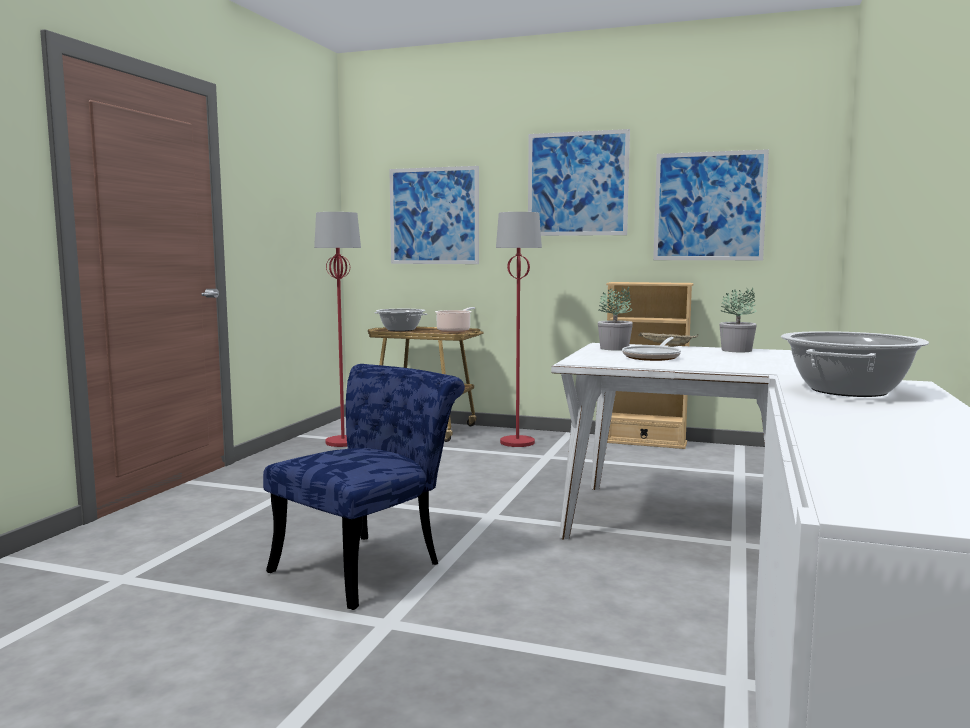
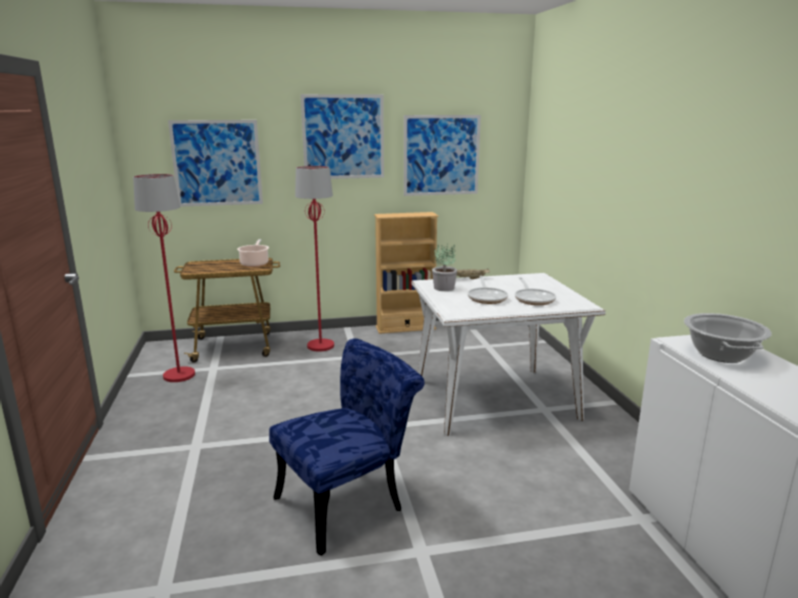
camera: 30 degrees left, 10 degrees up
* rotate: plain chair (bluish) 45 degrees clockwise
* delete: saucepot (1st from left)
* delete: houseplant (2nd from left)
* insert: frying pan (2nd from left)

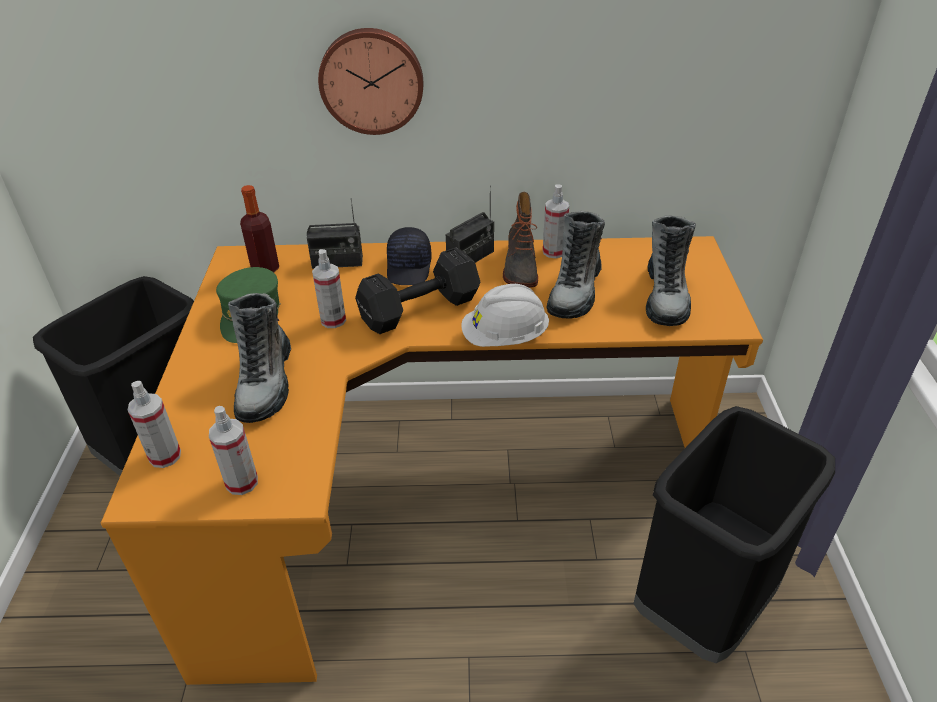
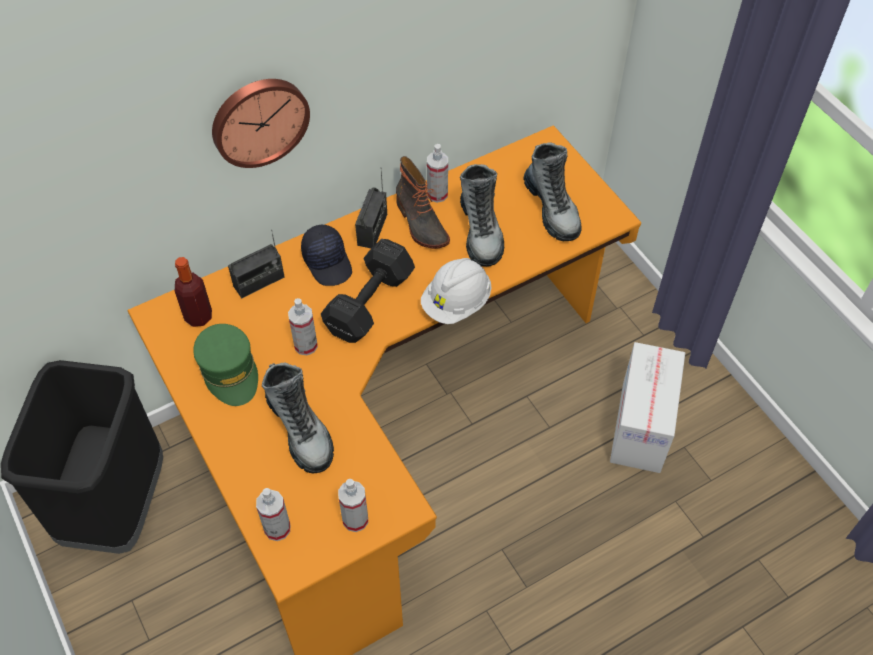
camera: 30 degrees left, 15 degrees up
* replace: waste bin (black) (2nd from left) to carton

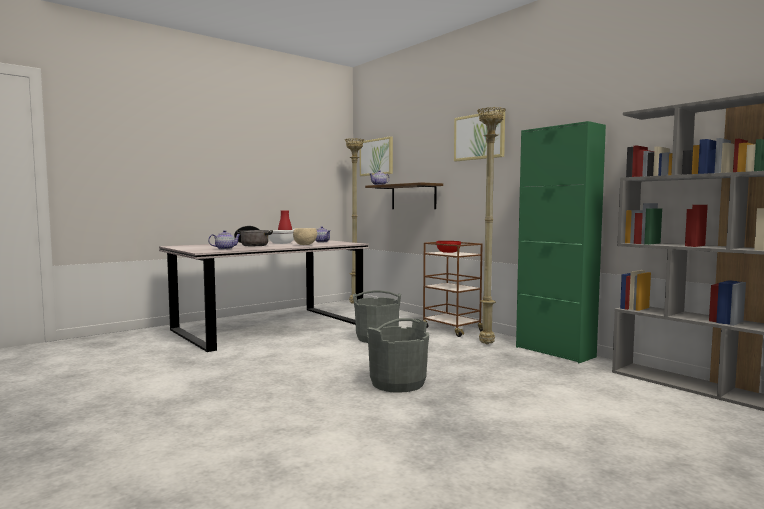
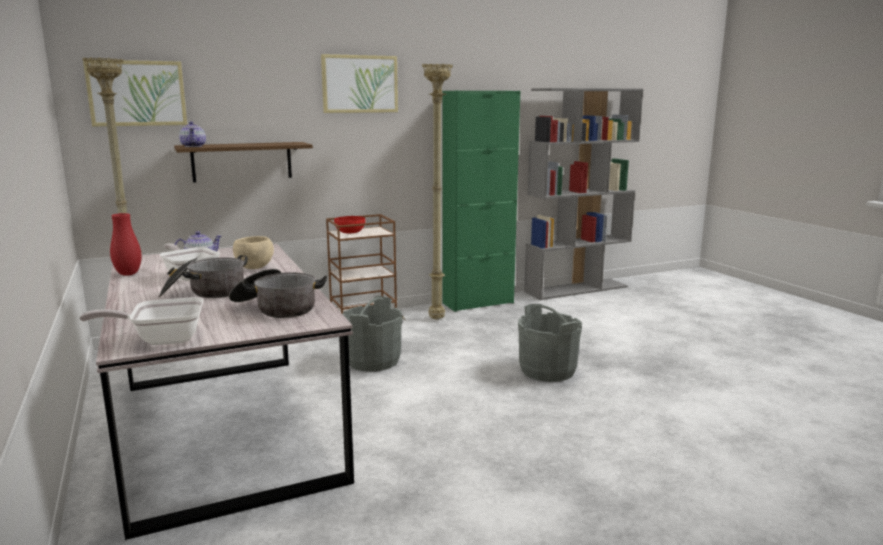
camera: 75 degrees left, 10 degrees up
* replace: tea pot (1st from left) to saucepot (2nd from left)
* insert: frying pan (1st from left)

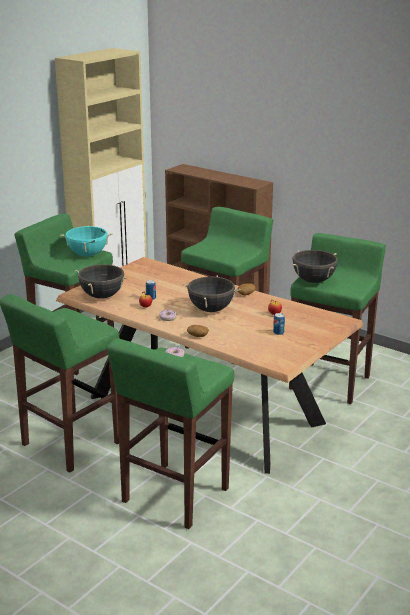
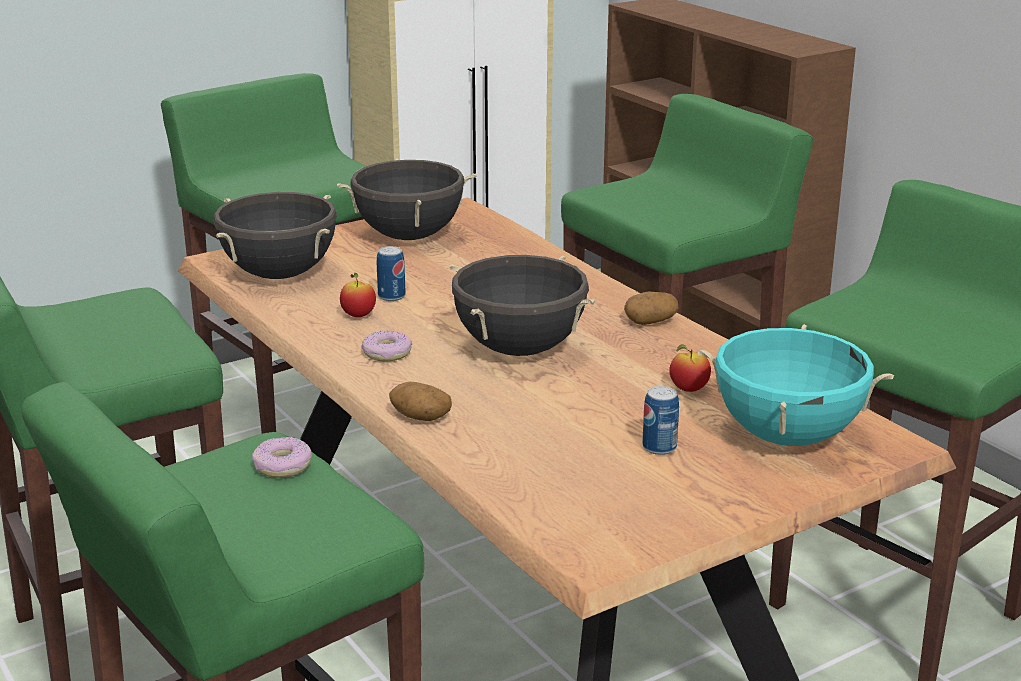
camera: 20 degrees right, 0 degrees up
* move: saucepot (turquoise)
* move: saucepot (black) (3rd from left in the first image) to saucepot (black) (2nd from left)

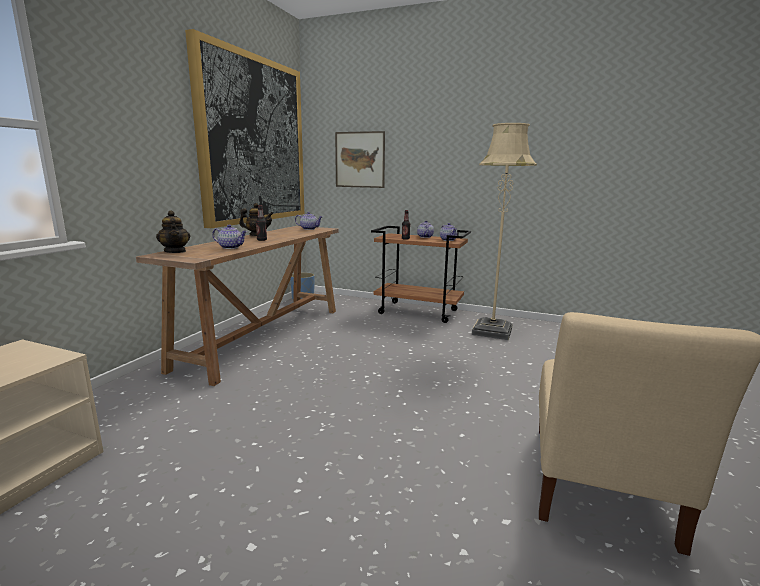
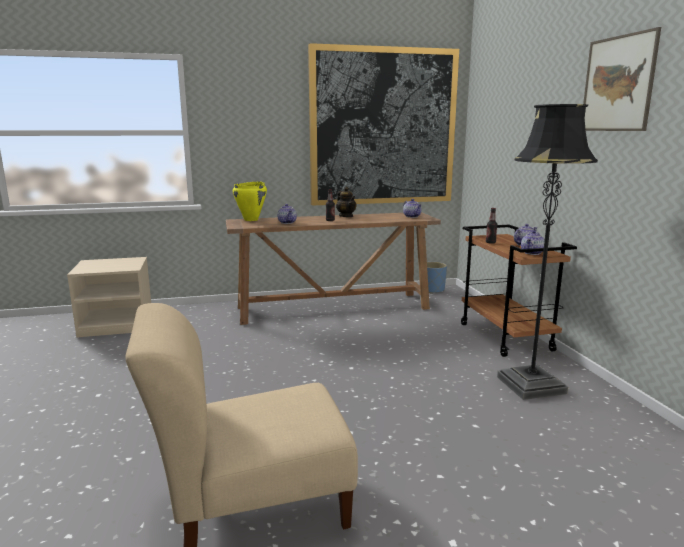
camera: 55 degrees right, 0 degrees up
* replace: tea pot (1st from left) to saucepot (yellow-coloured)
* move: wall picture (2nd from left)
* recolor: floor lamp (sand-coloured) to floor lamp (black)

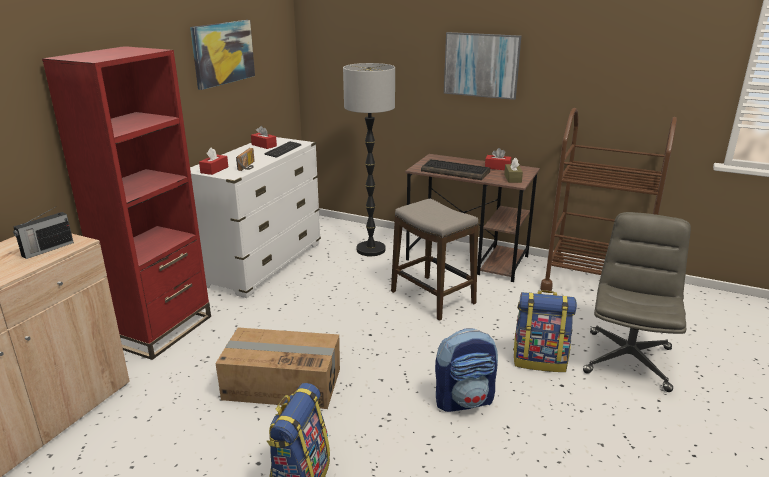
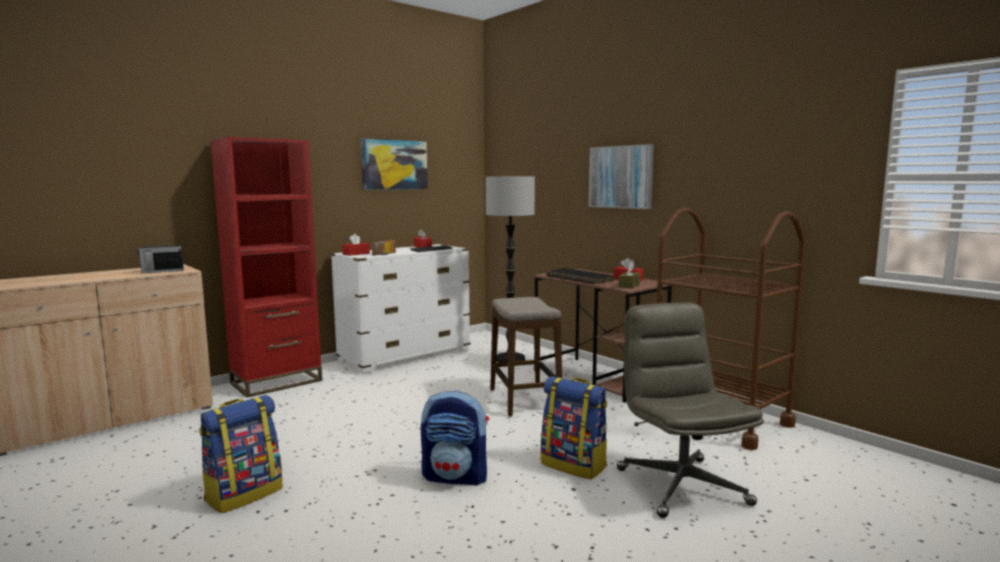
camera: 25 degrees right, 15 degrees down
* delete: carton
* rotate: office chair (gray) 60 degrees counterclockwise

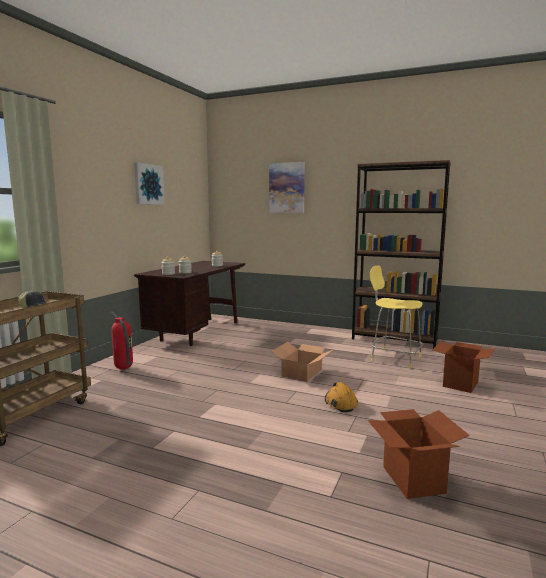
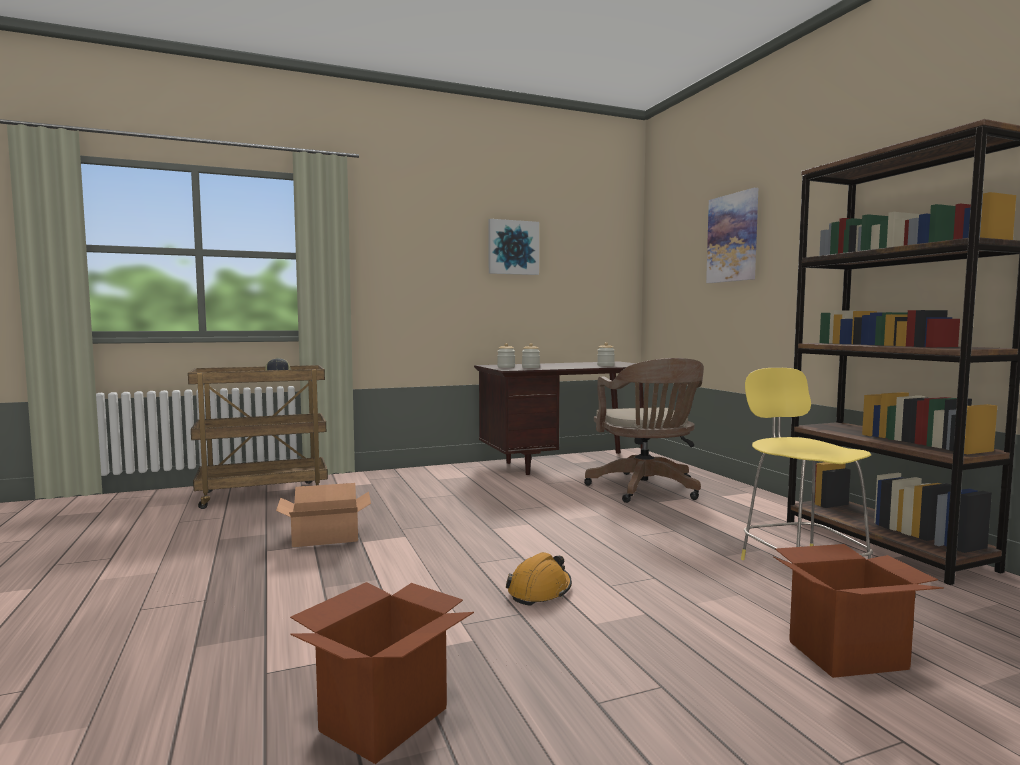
camera: 45 degrees right, 5 degrees down
* delete: fire-fighting cylinder
* move: carton (1st from left)
* insert: office chair (brownish)

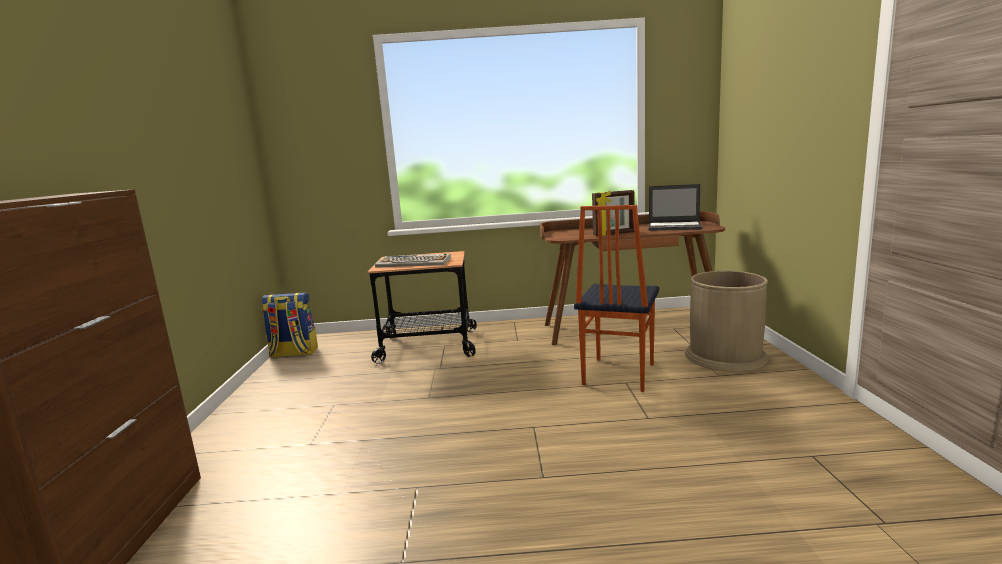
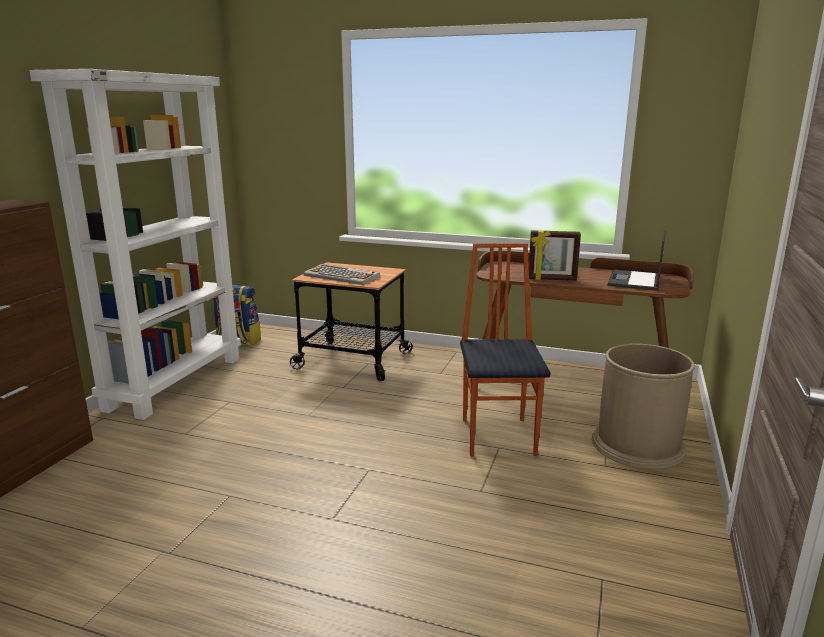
camera: 20 degrees right, 5 degrees up
* rotate: plain chair 135 degrees clockwise
* rotate: laptop 75 degrees clockwise
* insert: bookcase (white)

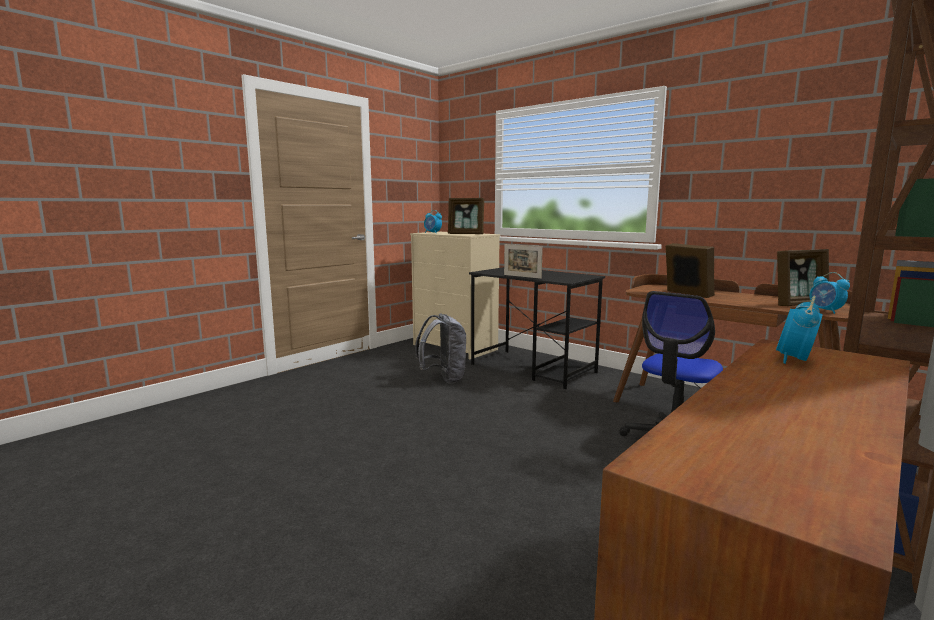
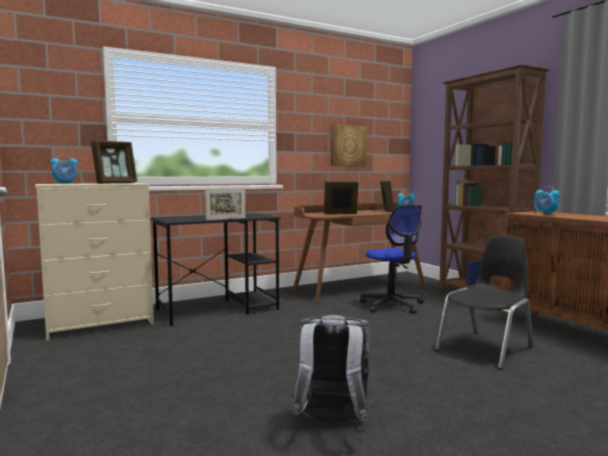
camera: 70 degrees left, 5 degrees down
* move: backpack (gray)
* insert: wall picture
* insert: plain chair (black)

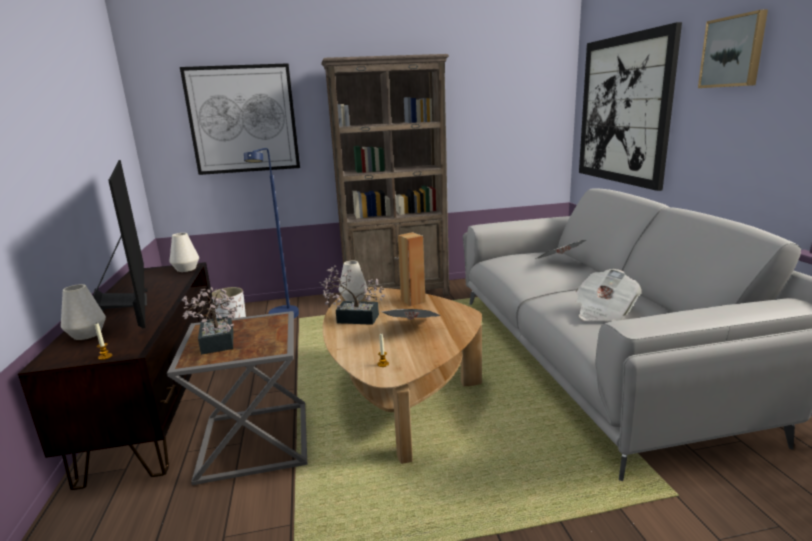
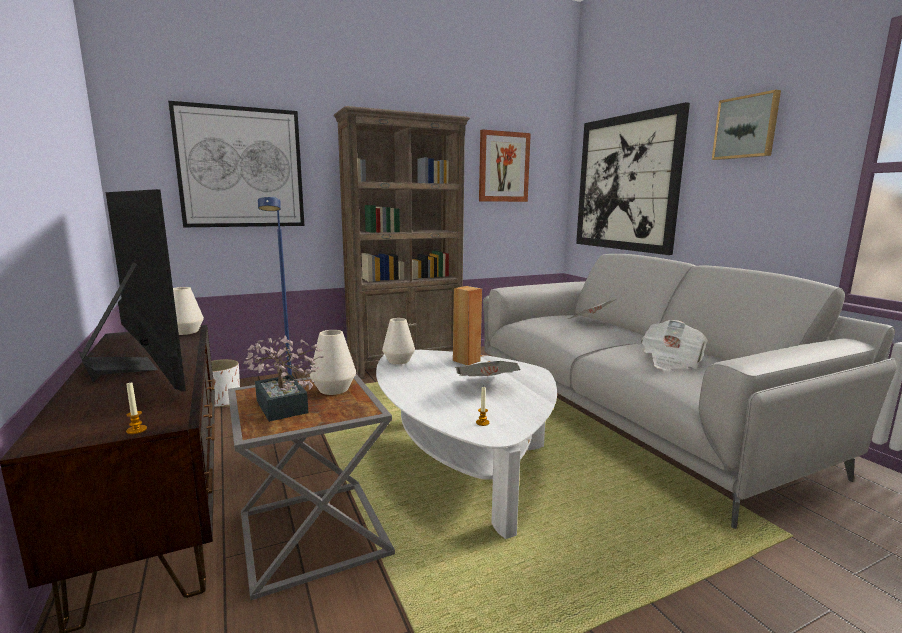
camera: 15 degrees left, 5 degrees down
* move: vase (white) (1st from left in the first image) to vase (white) (2nd from left)
* delete: houseplant (2nd from left)
* recolor: low table (brownish) to low table (white)
* insert: wall picture (2nd from left)

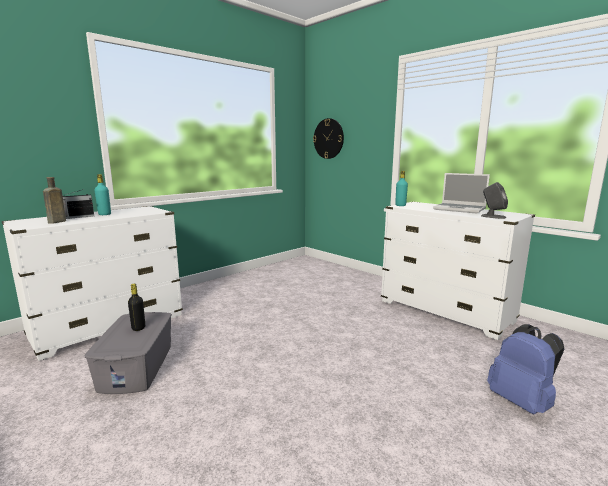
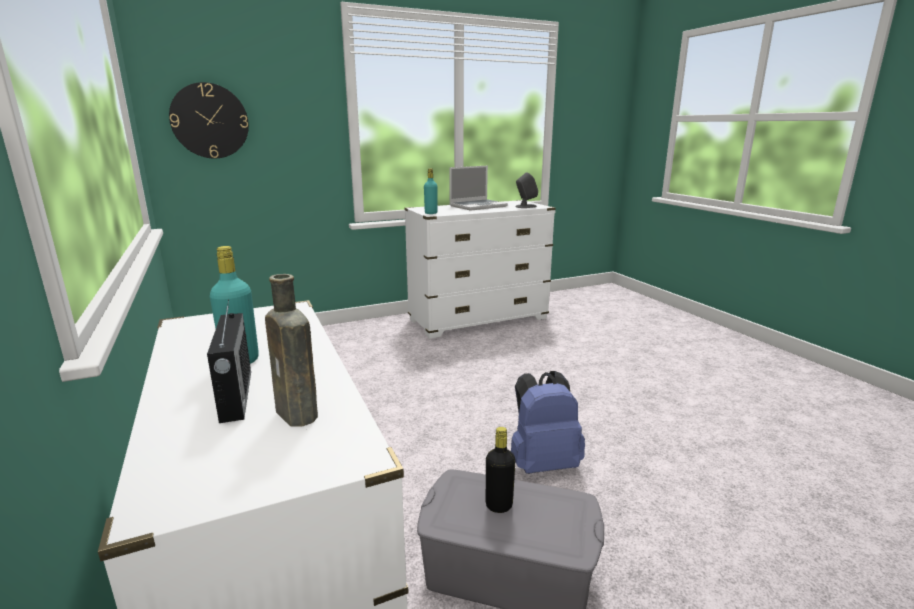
camera: 70 degrees left, 5 degrees up
* move: backpack (bluish)

